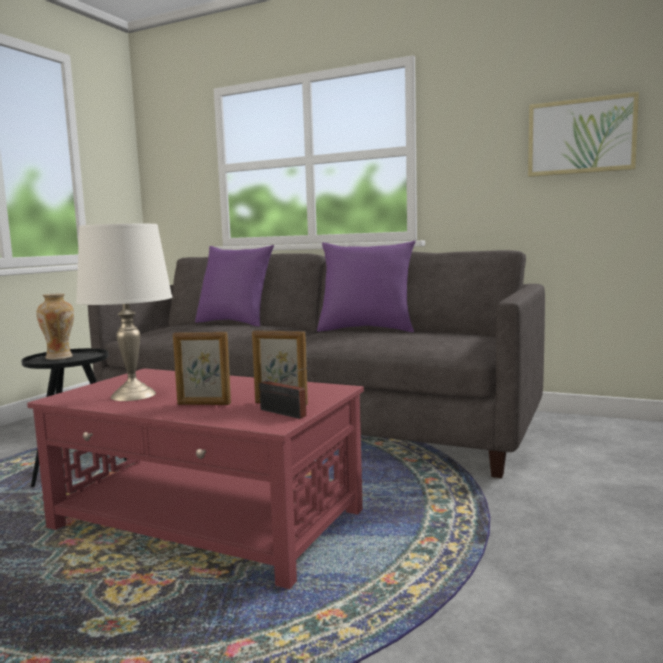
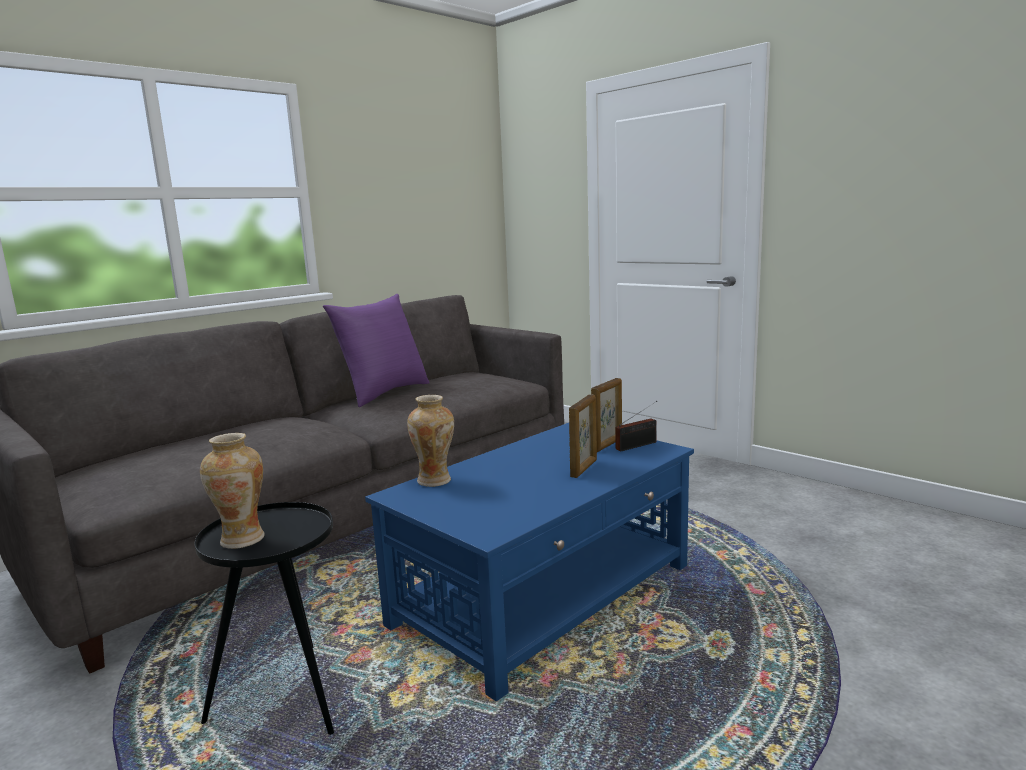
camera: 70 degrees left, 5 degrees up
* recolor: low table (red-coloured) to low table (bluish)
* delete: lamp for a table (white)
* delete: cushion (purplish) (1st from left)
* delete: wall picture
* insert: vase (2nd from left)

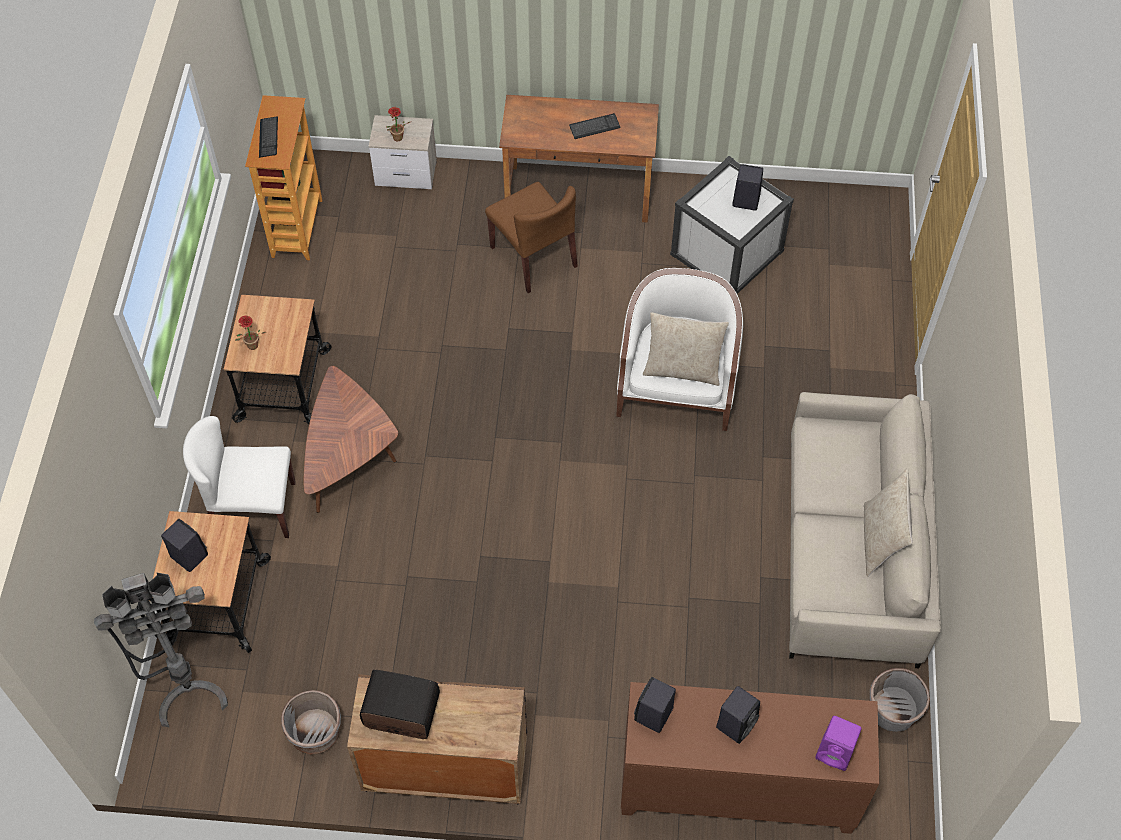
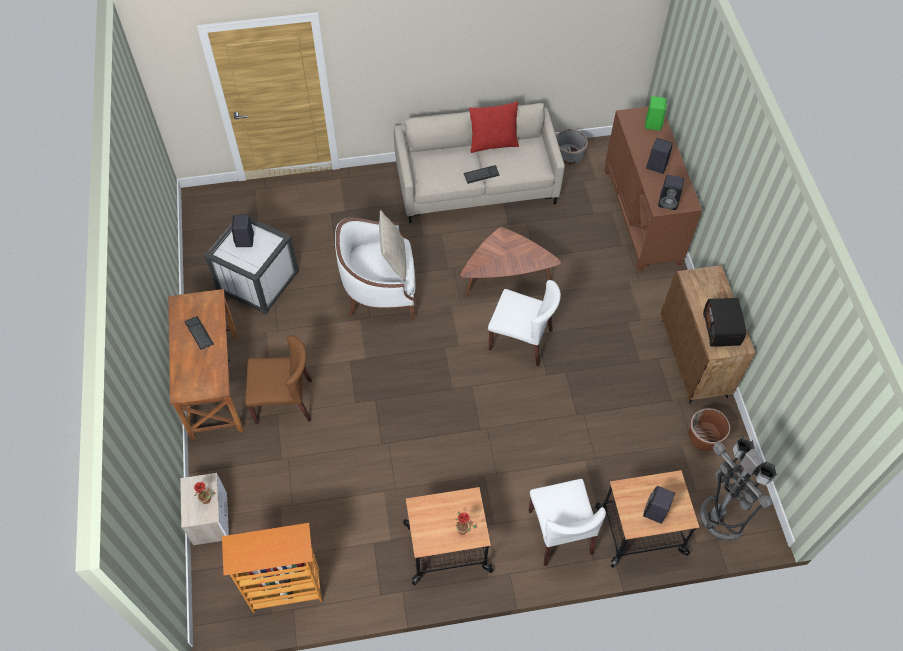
camera: 105 degrees left, 0 degrees up
* move: PC keyboard (1st from left in the first image) to PC keyboard (2nd from left)
* recolor: plant pot (gray) (1st from left) to plant pot (brownish)
* move: low table (brownish)
* rotate: plain chair (brownish) 45 degrees clockwise
* recolor: speaker (purplish) to speaker (greenish)
* recolor: cushion (sand-coloured) (2nd from left) to cushion (red-coloured)
* insert: plain chair (white) (1st from left)

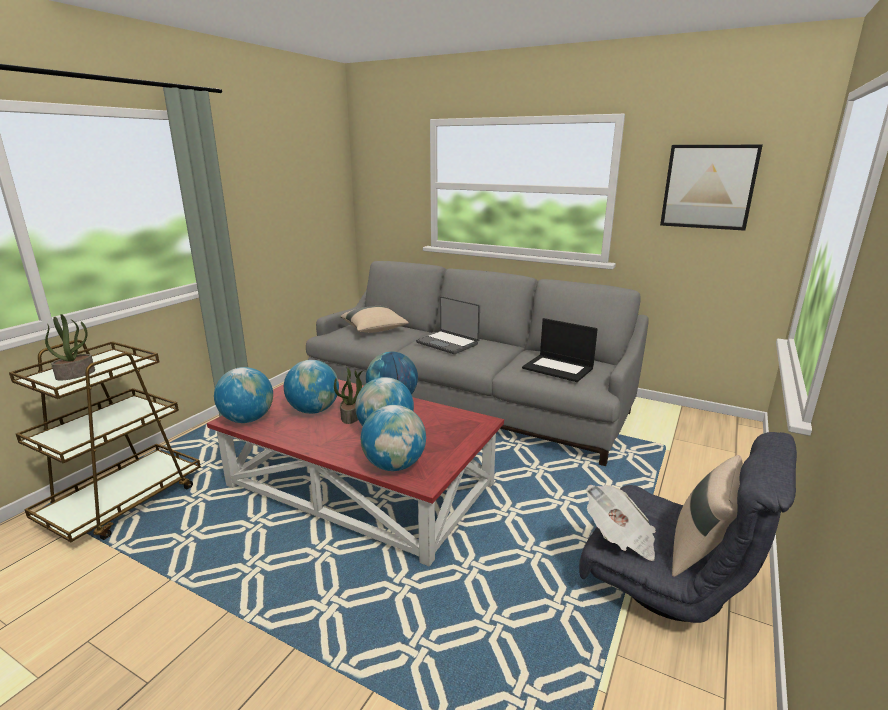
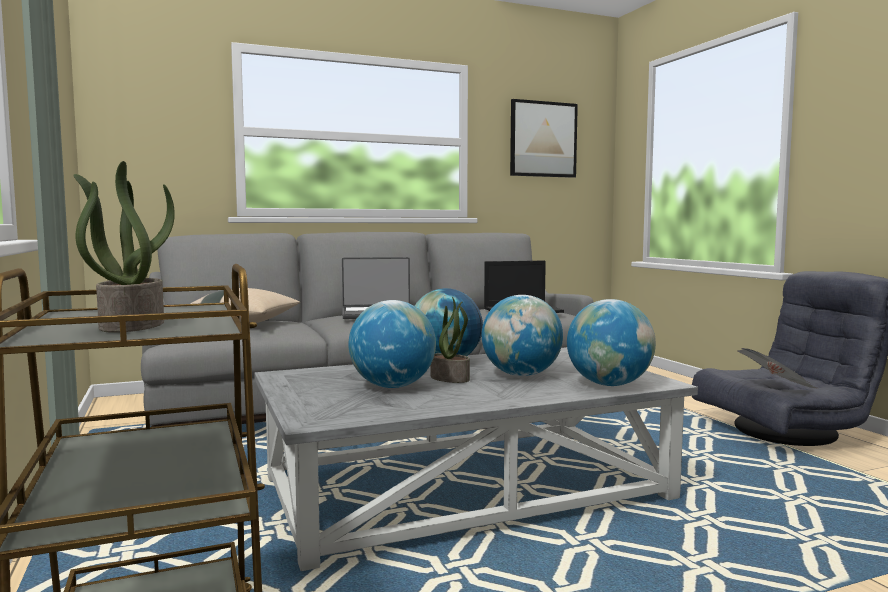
camera: 50 degrees left, 15 degrees down
* recolor: low table (red-coloured) to low table (gray)
* delete: globe (1st from left)
* delete: cushion (sand-coloured) (2nd from left)

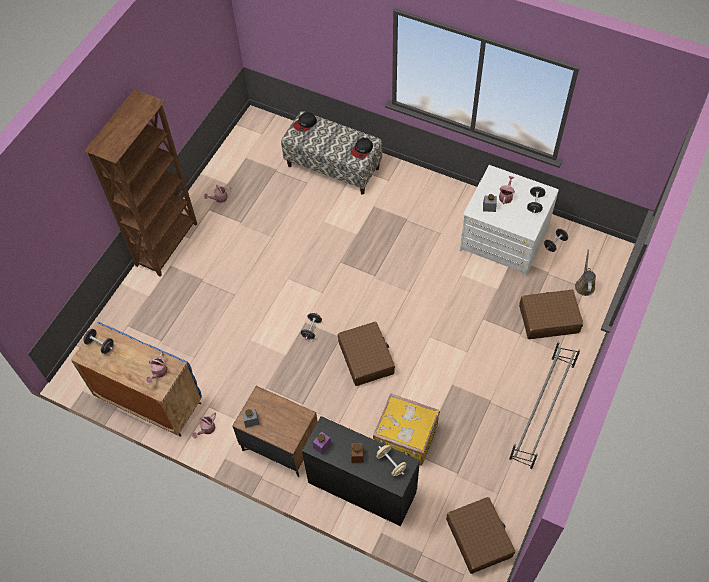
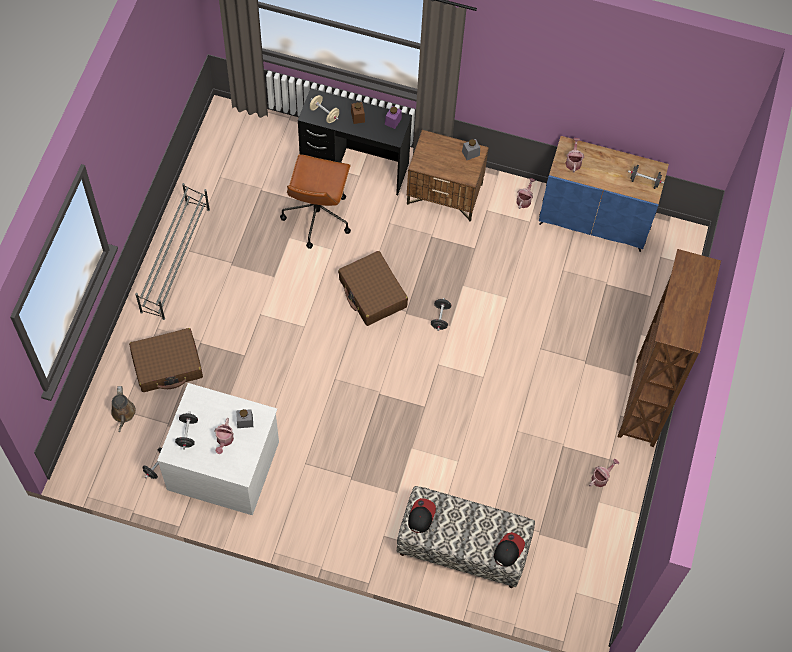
camera: 165 degrees right, 5 degrees up
* replace: piece of luggage (yellow-coloured) to office chair (brownish)
* delete: piece of luggage (brownish) (2nd from left)

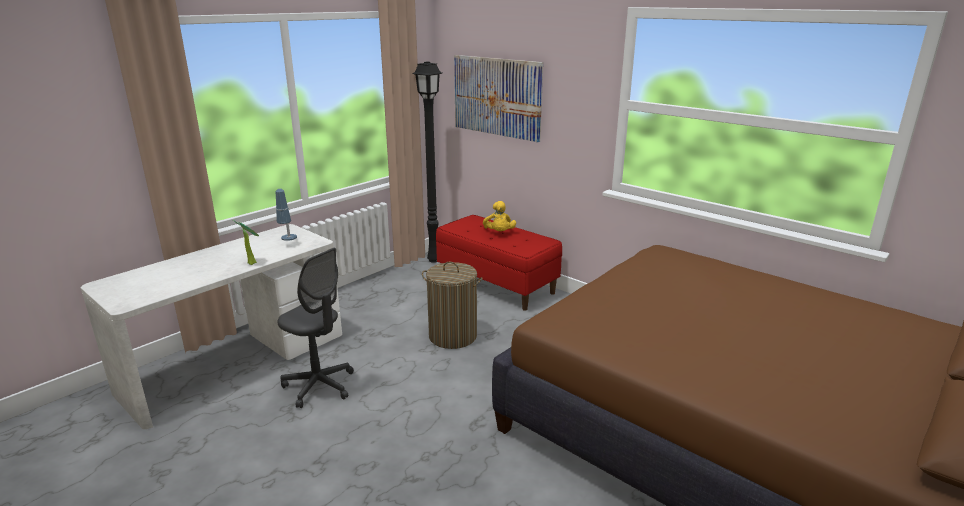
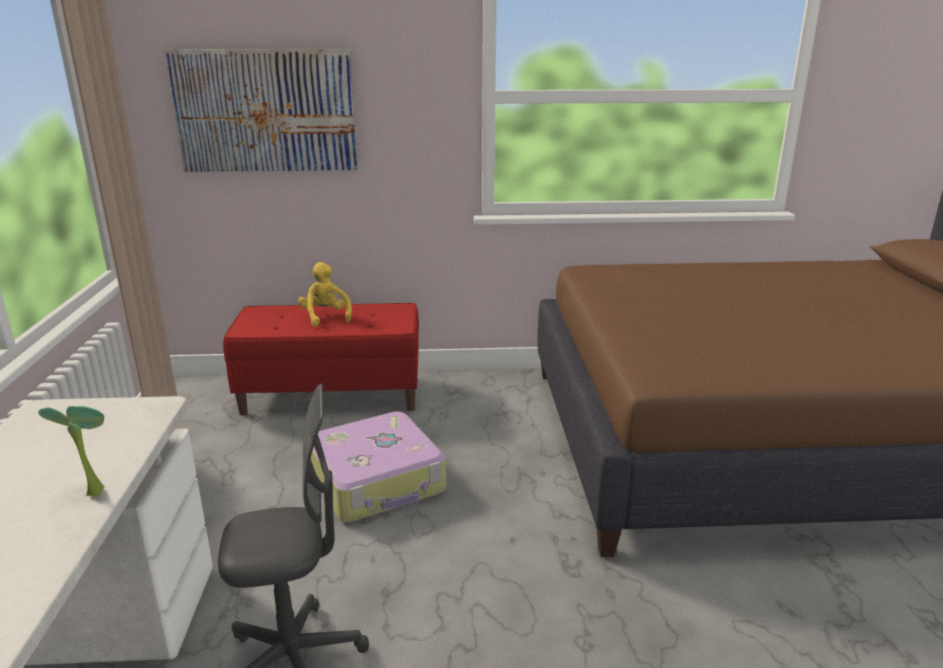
camera: 45 degrees left, 0 degrees up
* delete: lamp for a table
* delete: floor lamp (black)
* replace: washing basket to piece of luggage
* rotate: soft toy (yellow-coloured) 150 degrees counterclockwise

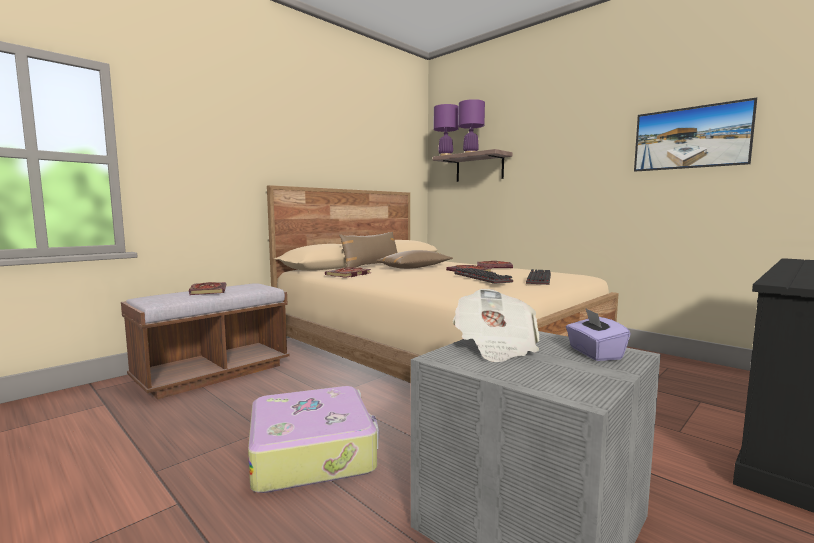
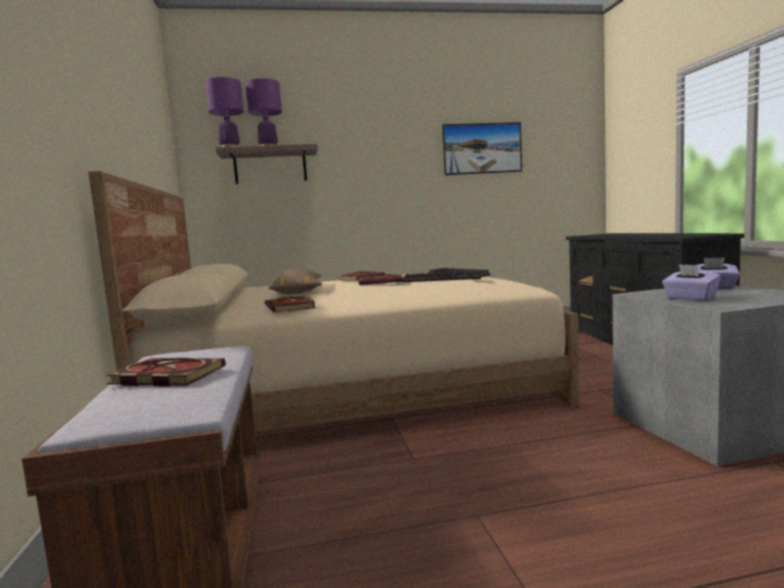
camera: 55 degrees left, 0 degrees up
* delete: piece of luggage
* delete: cushion (brownish) (1st from left)
* replace: daily paper to tissue box (purplish) (1st from left)

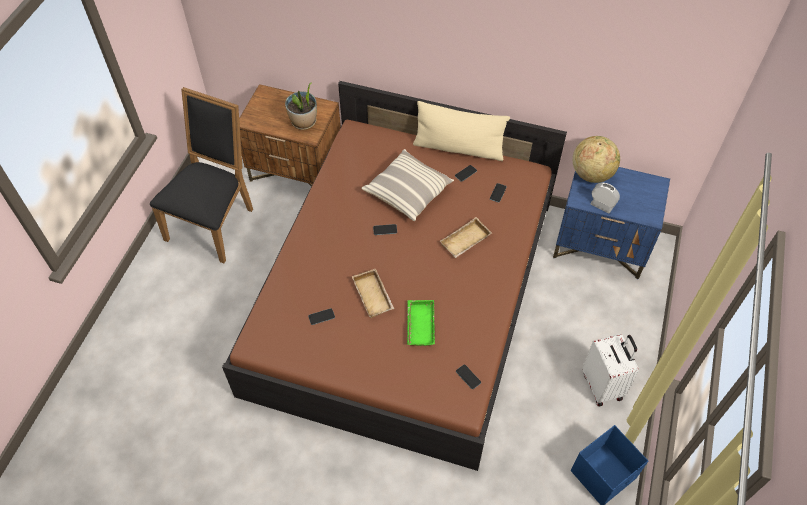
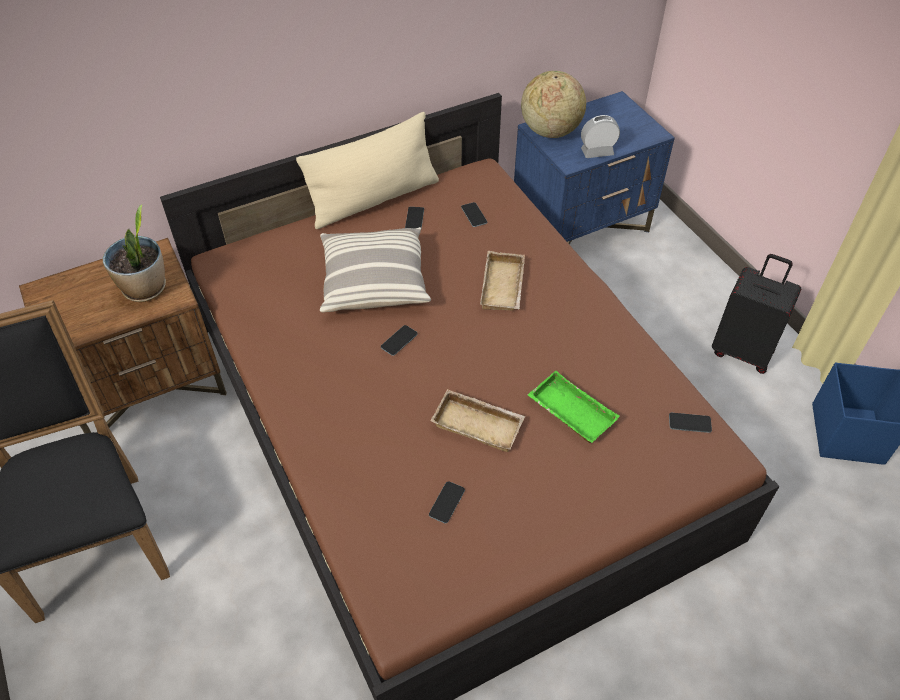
camera: 45 degrees left, 5 degrees down
* recolor: piece of luggage (white) to piece of luggage (black)

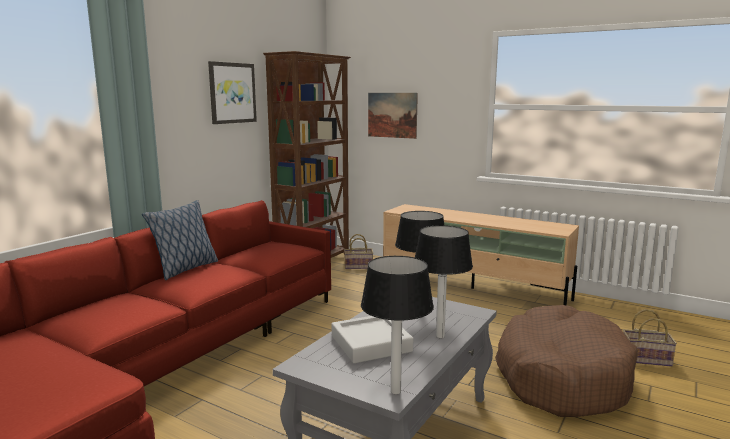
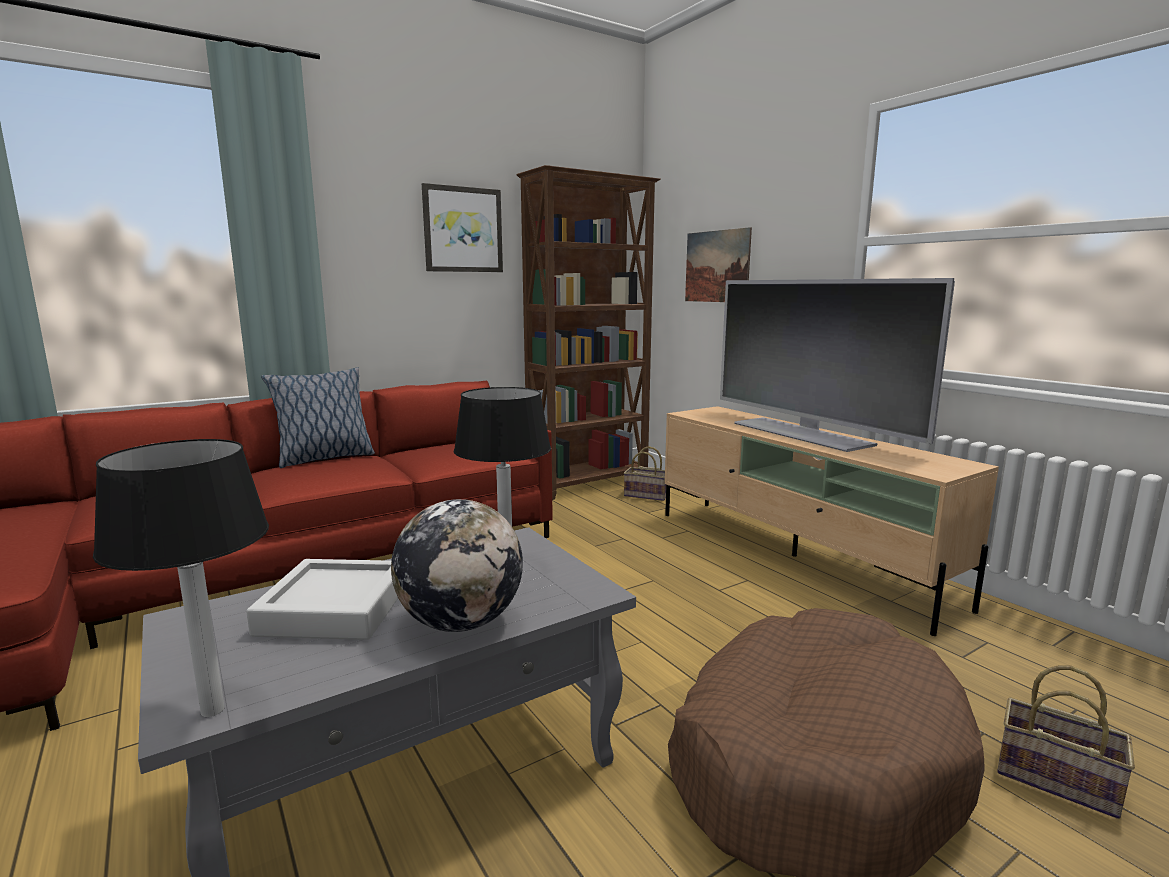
camera: 25 degrees right, 0 degrees up
* replace: lamp for a table (3rd from left) to globe
* insert: TV set

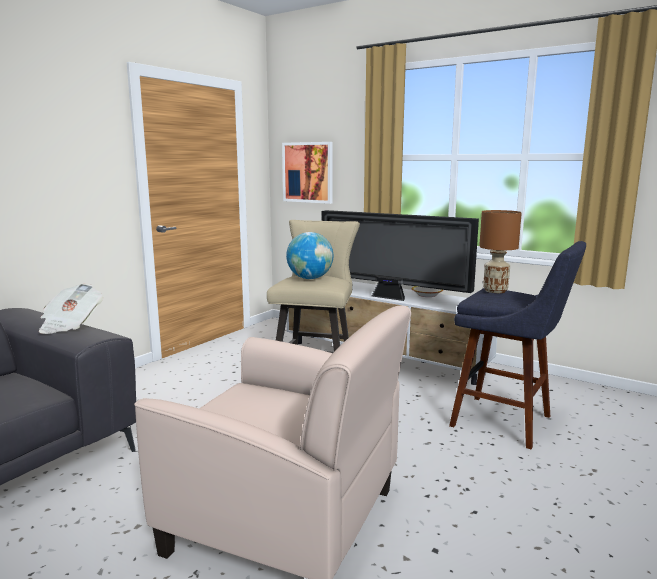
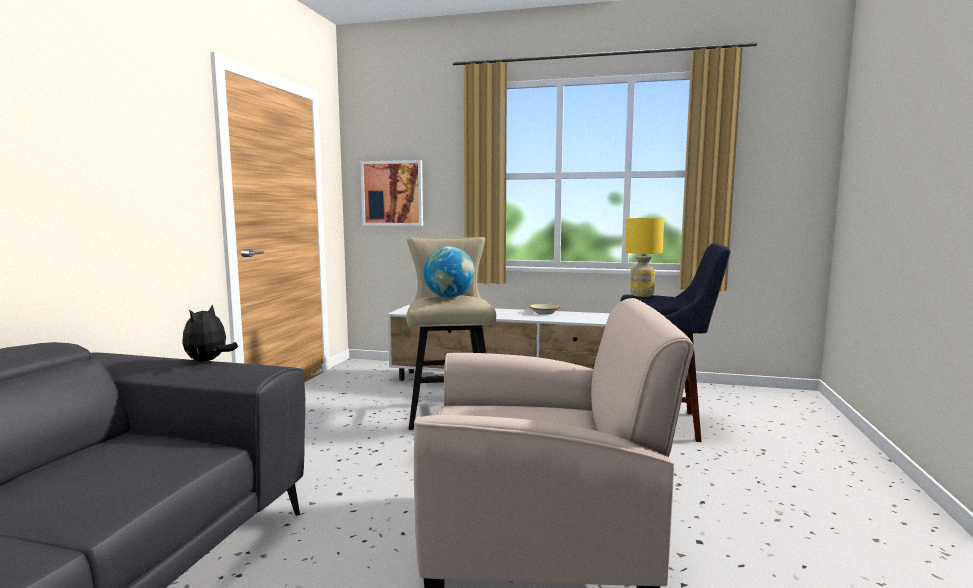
camera: 20 degrees left, 5 degrees down
* replace: daily paper to soft toy
* delete: TV set
* recolor: lamp for a table (brownish) to lamp for a table (yellow-coloured)

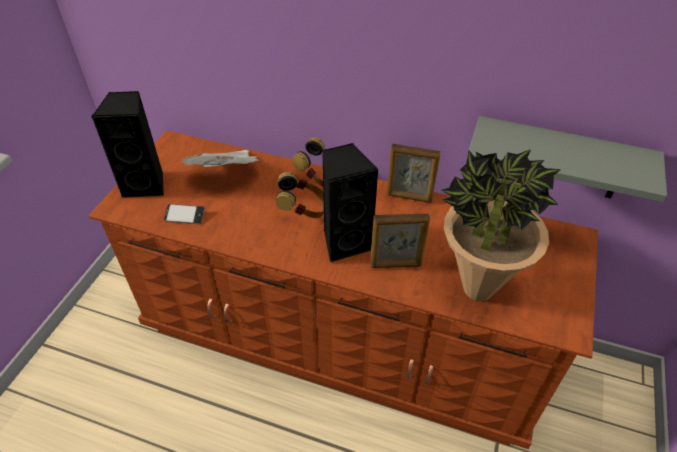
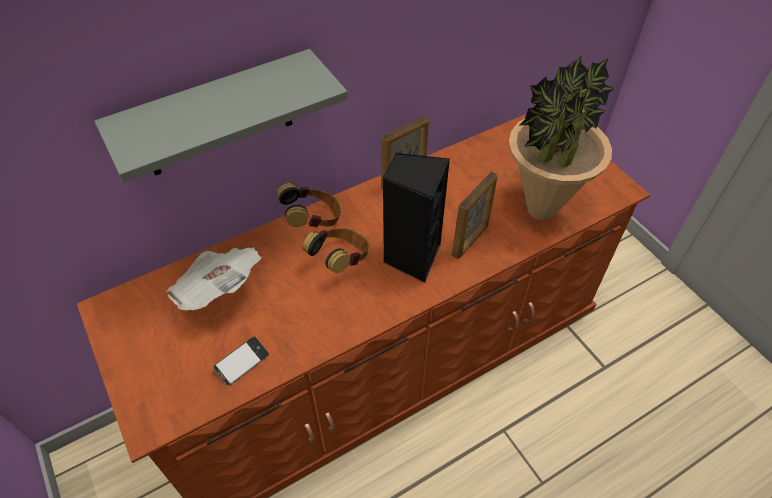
camera: 50 degrees left, 5 degrees up
* delete: speaker (black) (1st from left)
* move: wall shelf (gray)

